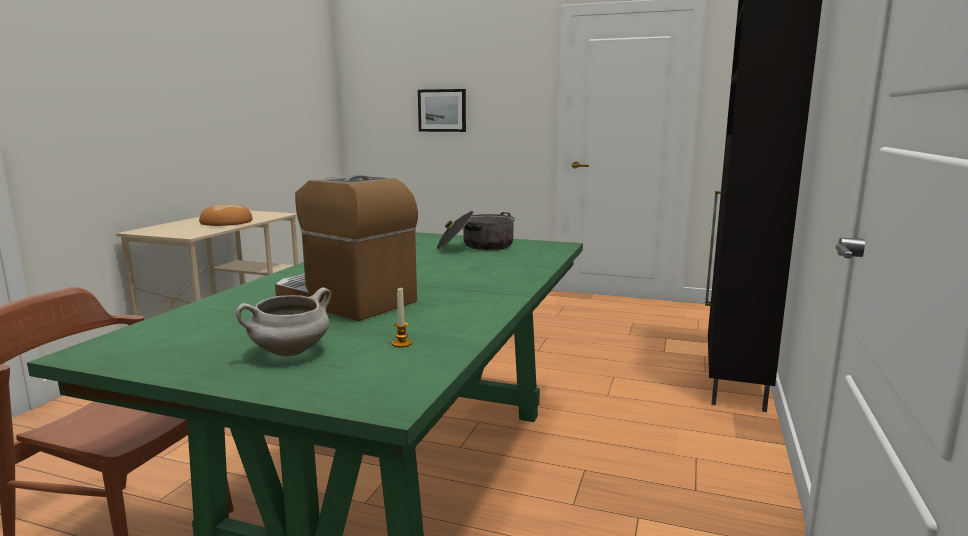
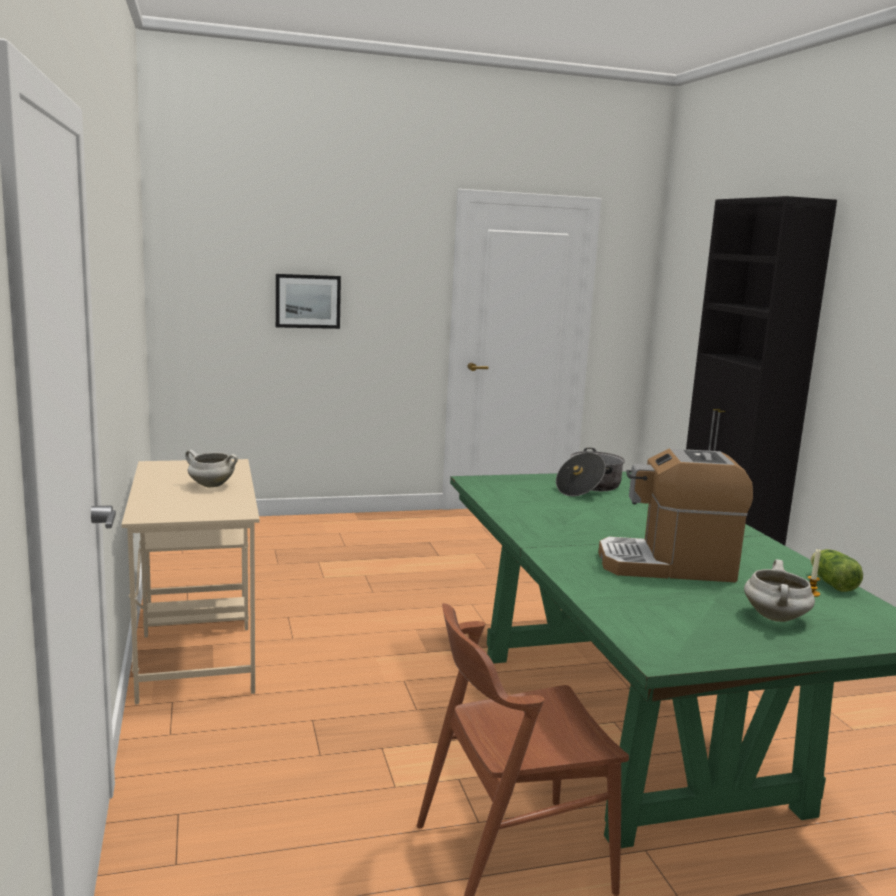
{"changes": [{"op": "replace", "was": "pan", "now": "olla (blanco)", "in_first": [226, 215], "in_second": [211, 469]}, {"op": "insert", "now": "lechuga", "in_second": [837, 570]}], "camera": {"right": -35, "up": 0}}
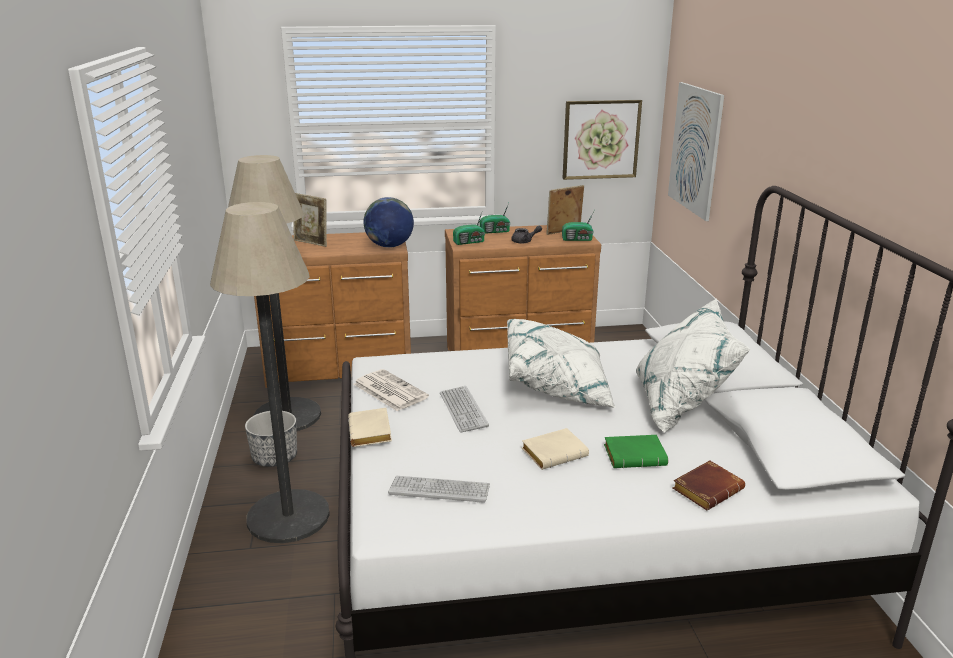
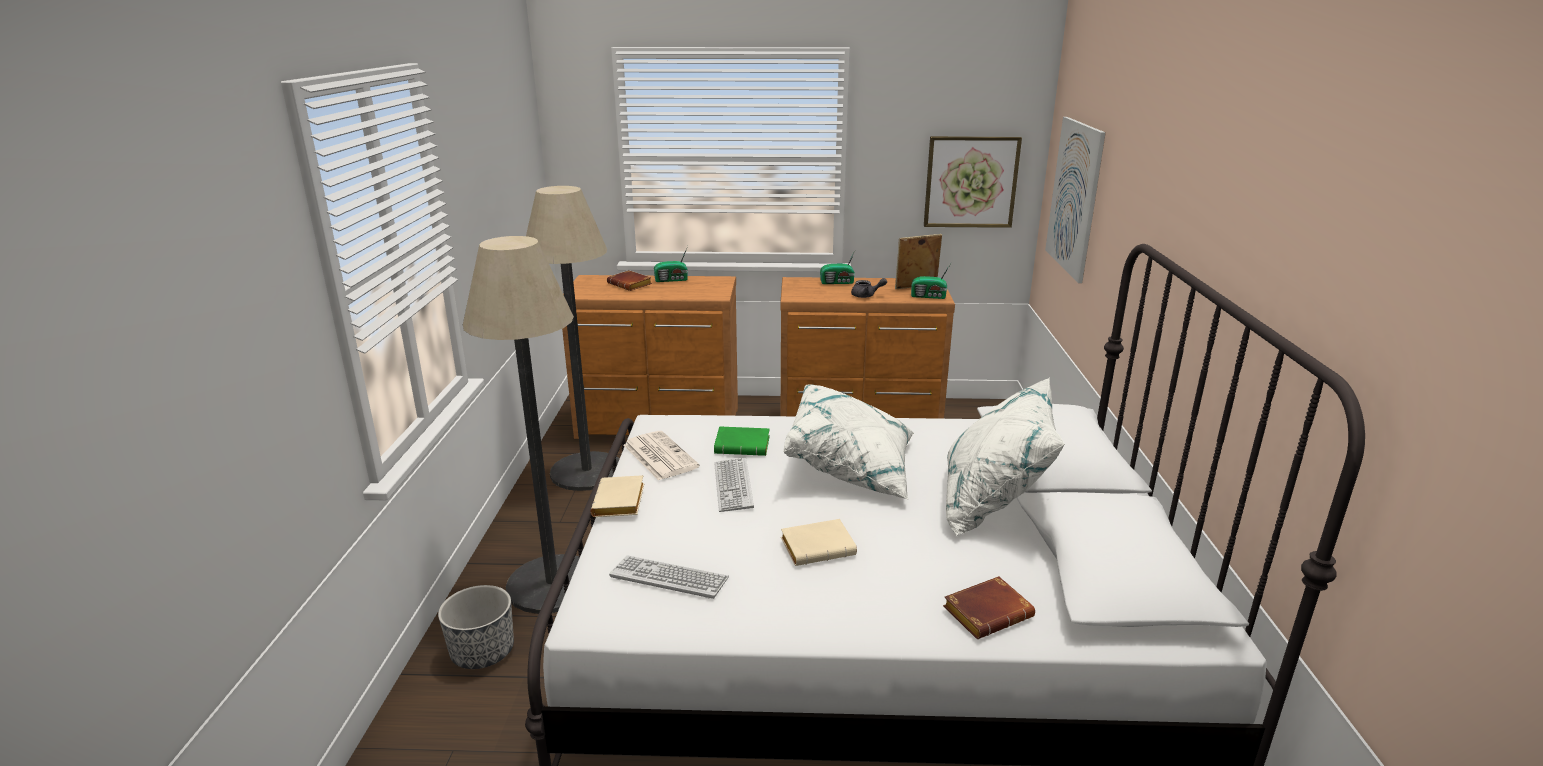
{"changes": [{"op": "move", "was": "maceta", "in_first": [271, 439], "in_second": [476, 627]}, {"op": "replace", "was": "portarretratos", "now": "libro (marrón)", "in_first": [310, 220], "in_second": [629, 280]}, {"op": "move", "was": "radio", "in_first": [469, 227], "in_second": [671, 264]}, {"op": "move", "was": "libro (verde)", "in_first": [636, 451], "in_second": [742, 441]}, {"op": "delete", "was": "globo terráqueo", "in_first": [389, 222]}], "camera": {"right": 10, "up": 0}}
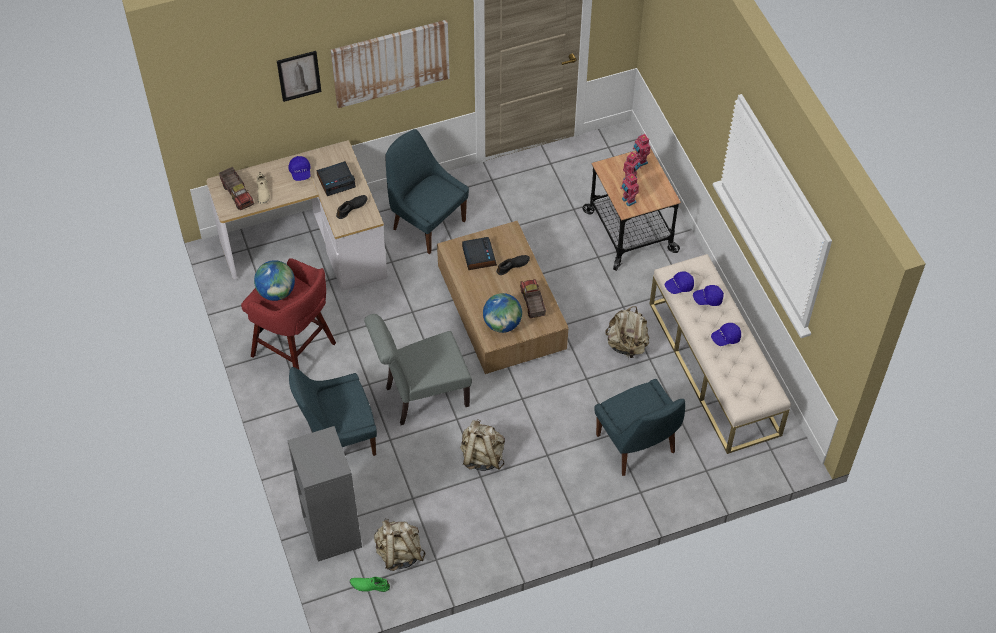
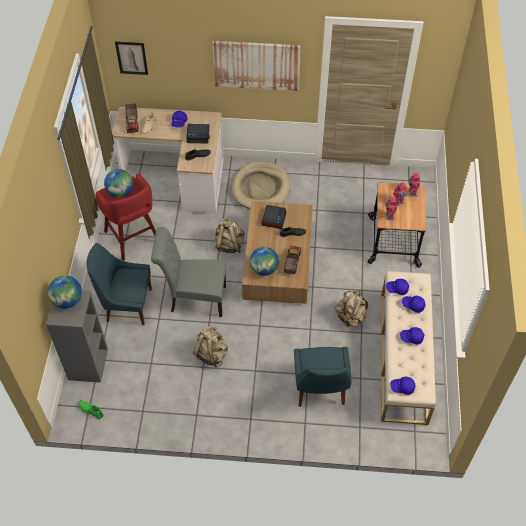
{"changes": [{"op": "insert", "now": "globo terráqueo", "in_second": [65, 291]}, {"op": "move", "was": "cuadro", "in_first": [299, 76], "in_second": [131, 58]}, {"op": "move", "was": "mochila (beis)", "in_first": [400, 545], "in_second": [230, 236]}, {"op": "replace", "was": "silla (azul)", "now": "cama para perro (beis)", "in_first": [427, 191], "in_second": [261, 185]}, {"op": "insert", "now": "gorra (azul)", "in_second": [403, 386]}], "camera": {"right": 25, "up": 0}}
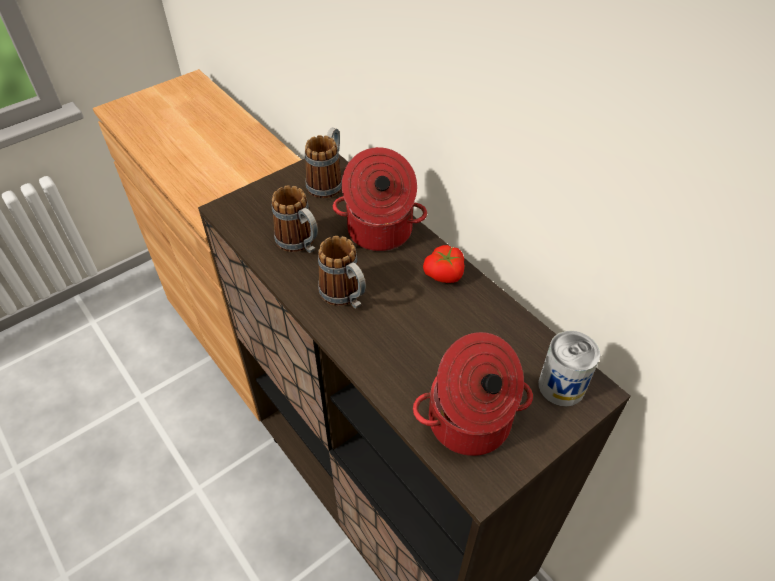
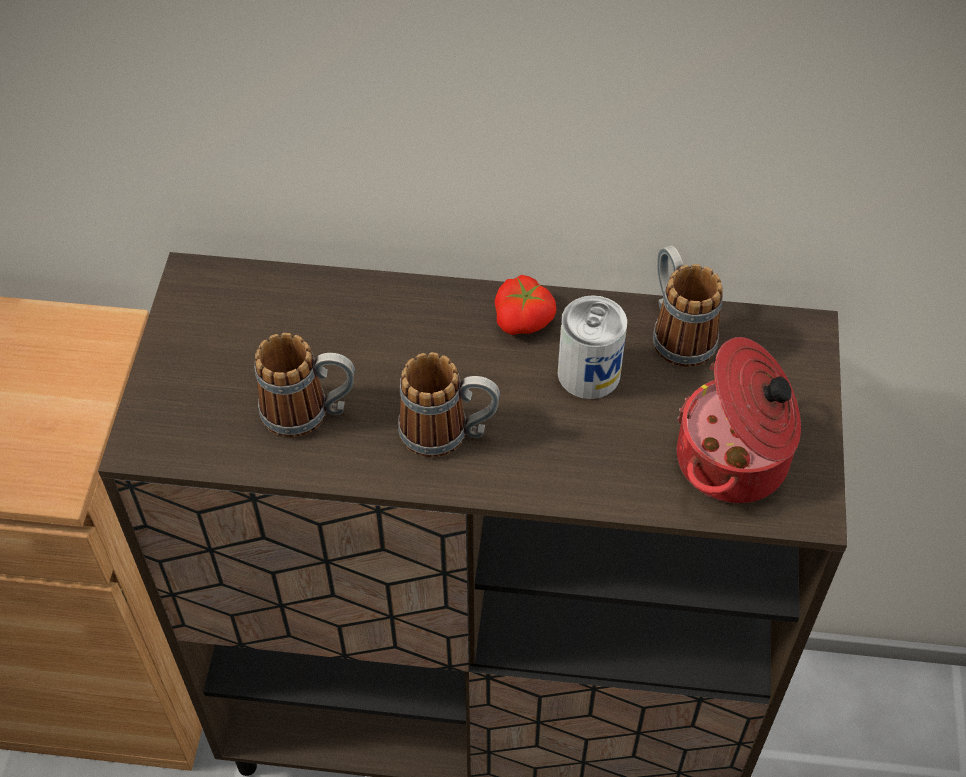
{"changes": [{"op": "move", "was": "lata", "in_first": [569, 369], "in_second": [592, 347]}, {"op": "move", "was": "taza grande", "in_first": [323, 163], "in_second": [688, 306]}, {"op": "delete", "was": "olla", "in_first": [380, 199]}], "camera": {"right": -45, "up": 5}}
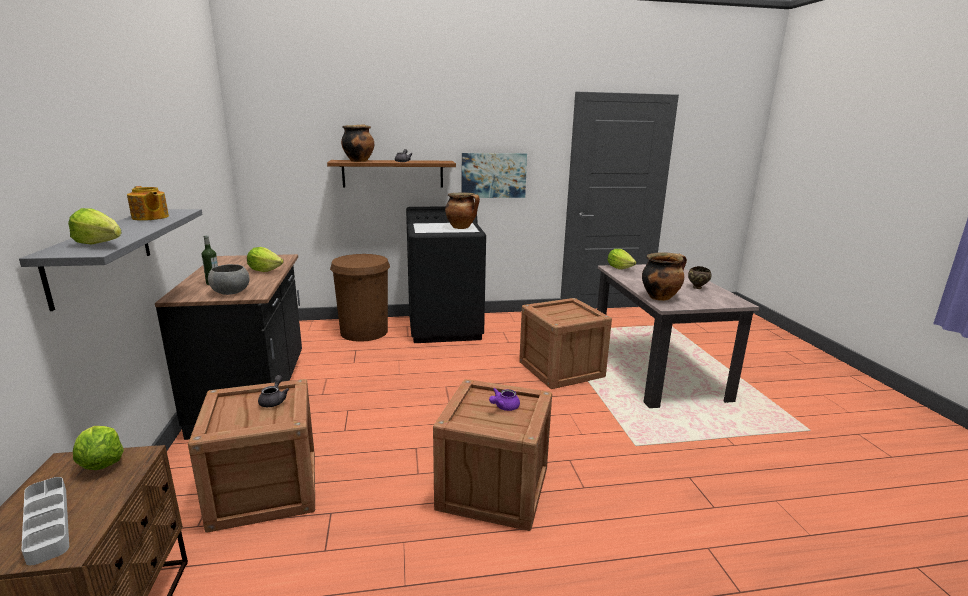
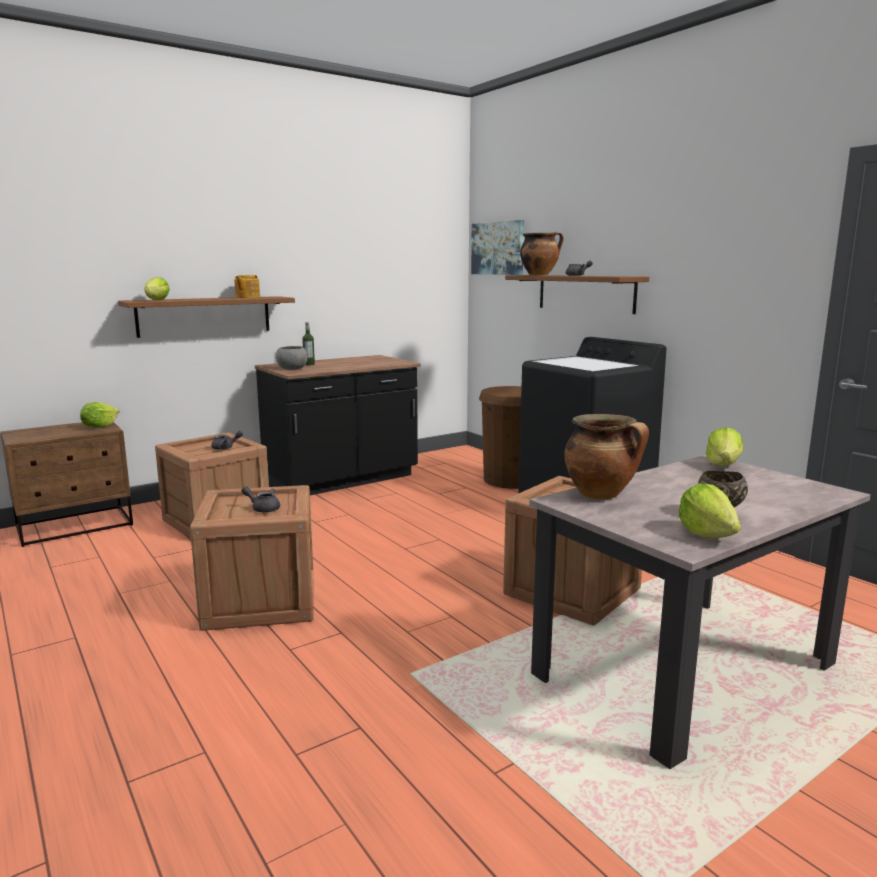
{"changes": [{"op": "recolor", "was": "estante (gris)", "now": "estante (marrón)", "in_first": [111, 260], "in_second": [206, 317]}, {"op": "recolor", "was": "tetera (morado)", "now": "tetera (gris)", "in_first": [504, 399], "in_second": [260, 499]}, {"op": "move", "was": "cuadro", "in_first": [494, 175], "in_second": [497, 247]}, {"op": "move", "was": "lechuga", "in_first": [265, 259], "in_second": [710, 511]}, {"op": "delete", "was": "bandeja (gris)", "in_first": [45, 521]}, {"op": "delete", "was": "olla", "in_first": [462, 211]}], "camera": {"right": 65, "up": -5}}
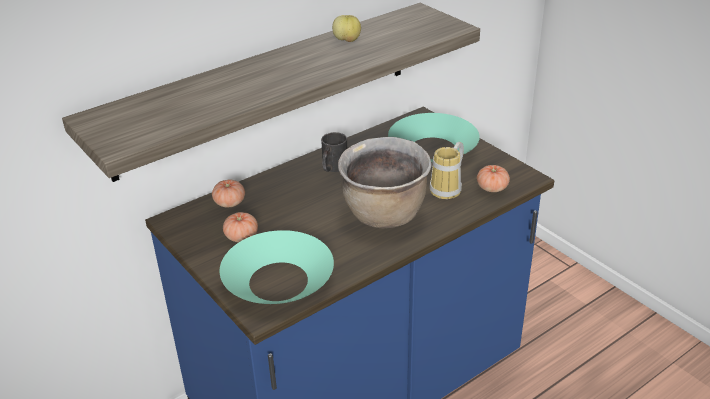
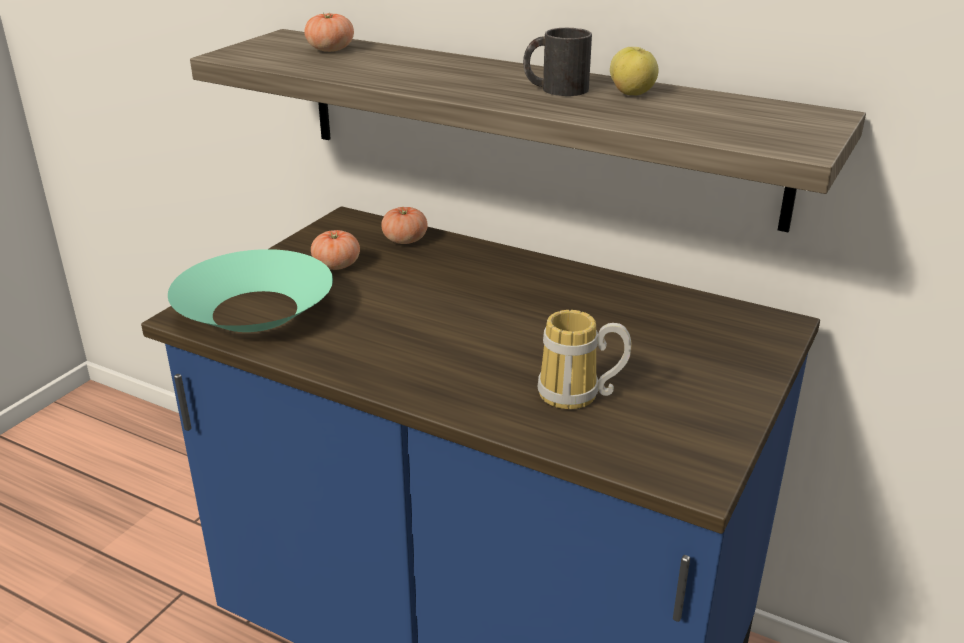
{"changes": [{"op": "move", "was": "tomate", "in_first": [493, 178], "in_second": [329, 32]}, {"op": "move", "was": "taza grande (negro)", "in_first": [334, 152], "in_second": [557, 62]}, {"op": "delete", "was": "olla (marrón)", "in_first": [385, 182]}, {"op": "delete", "was": "cuenco (turquesa)", "in_first": [434, 137]}], "camera": {"right": 65, "up": -5}}
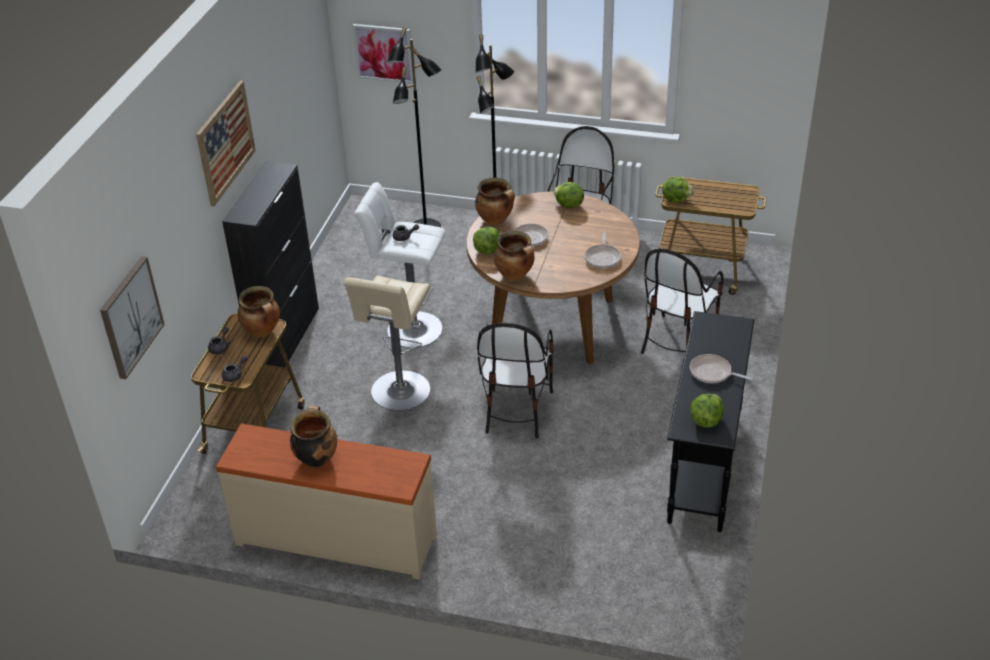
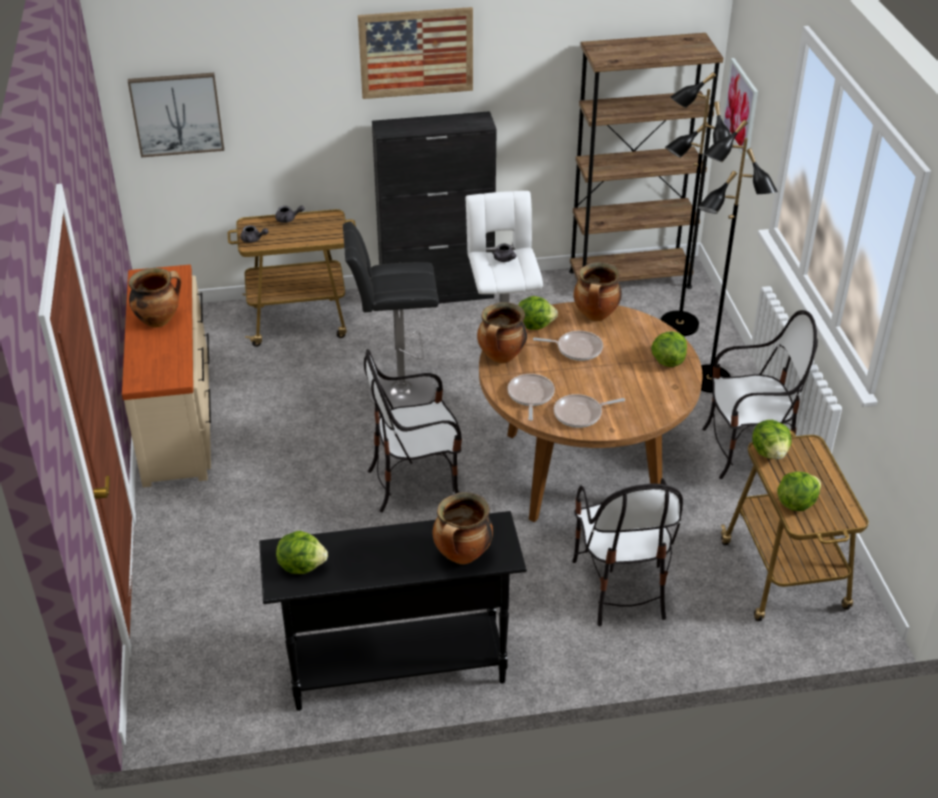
{"changes": [{"op": "recolor", "was": "taburete (beis)", "now": "taburete (negro)", "in_first": [387, 343], "in_second": [391, 315]}, {"op": "move", "was": "olla", "in_first": [259, 311], "in_second": [463, 528]}, {"op": "move", "was": "sartén", "in_first": [721, 368], "in_second": [531, 397]}, {"op": "insert", "now": "estantería (marrón)", "in_second": [646, 161]}, {"op": "rotate", "was": "silla", "in_first": [682, 301], "in_second": [627, 552], "clockwise": -105}, {"op": "insert", "now": "lechuga", "in_second": [799, 491]}], "camera": {"right": 65, "up": 0}}
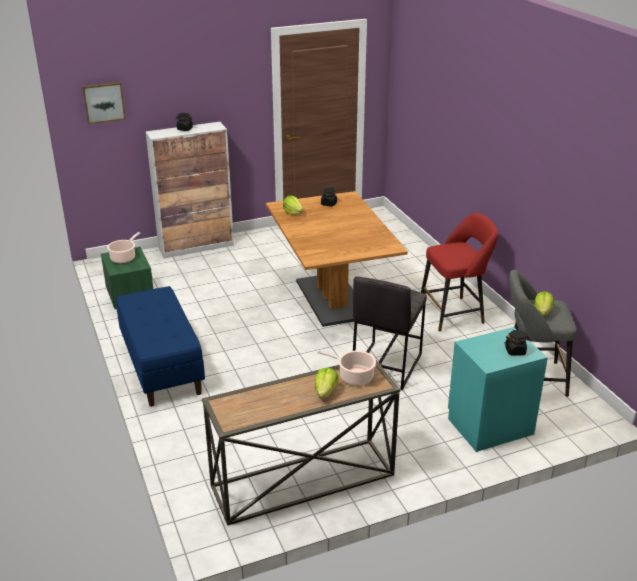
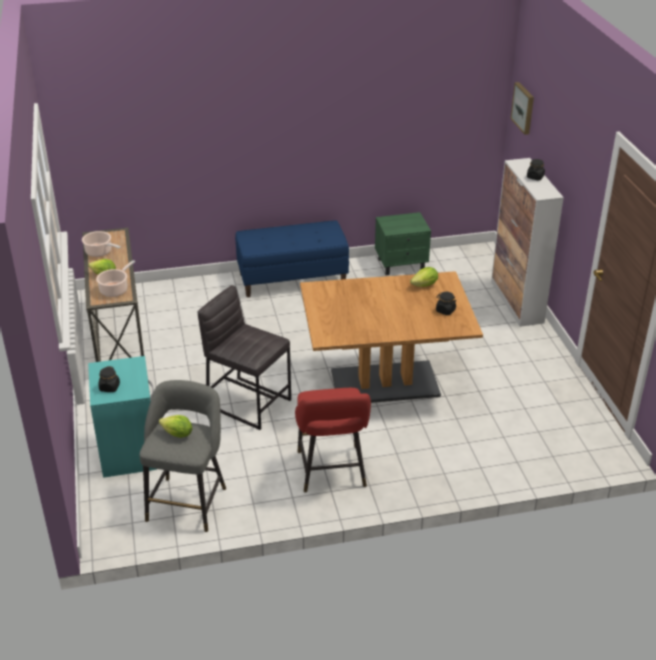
{"changes": [{"op": "move", "was": "olla", "in_first": [124, 247], "in_second": [101, 244]}], "camera": {"right": 100, "up": 5}}
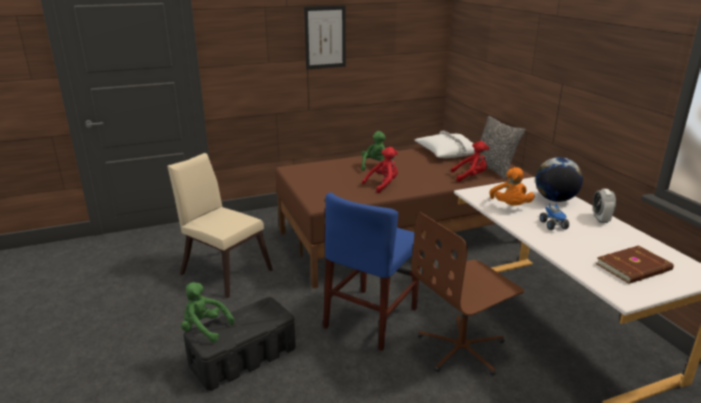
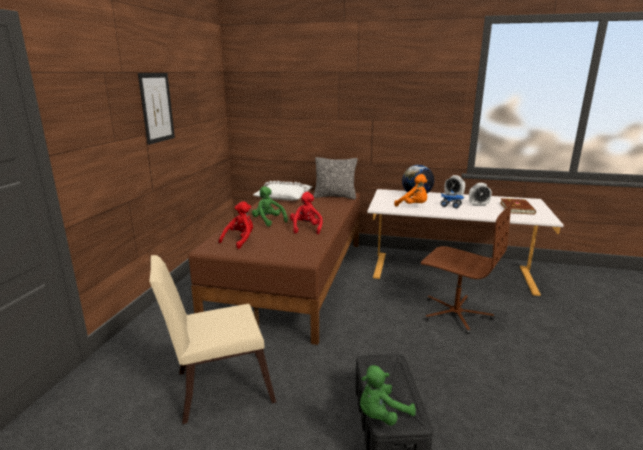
{"changes": [{"op": "move", "was": "peluche (rojo)", "in_first": [470, 161], "in_second": [236, 225]}, {"op": "rotate", "was": "silla de oficina (marrón)", "in_first": [467, 294], "in_second": [467, 268], "clockwise": -60}, {"op": "insert", "now": "despertador", "in_second": [480, 194]}, {"op": "delete", "was": "silla (azul)", "in_first": [372, 271]}], "camera": {"right": -55, "up": -5}}
